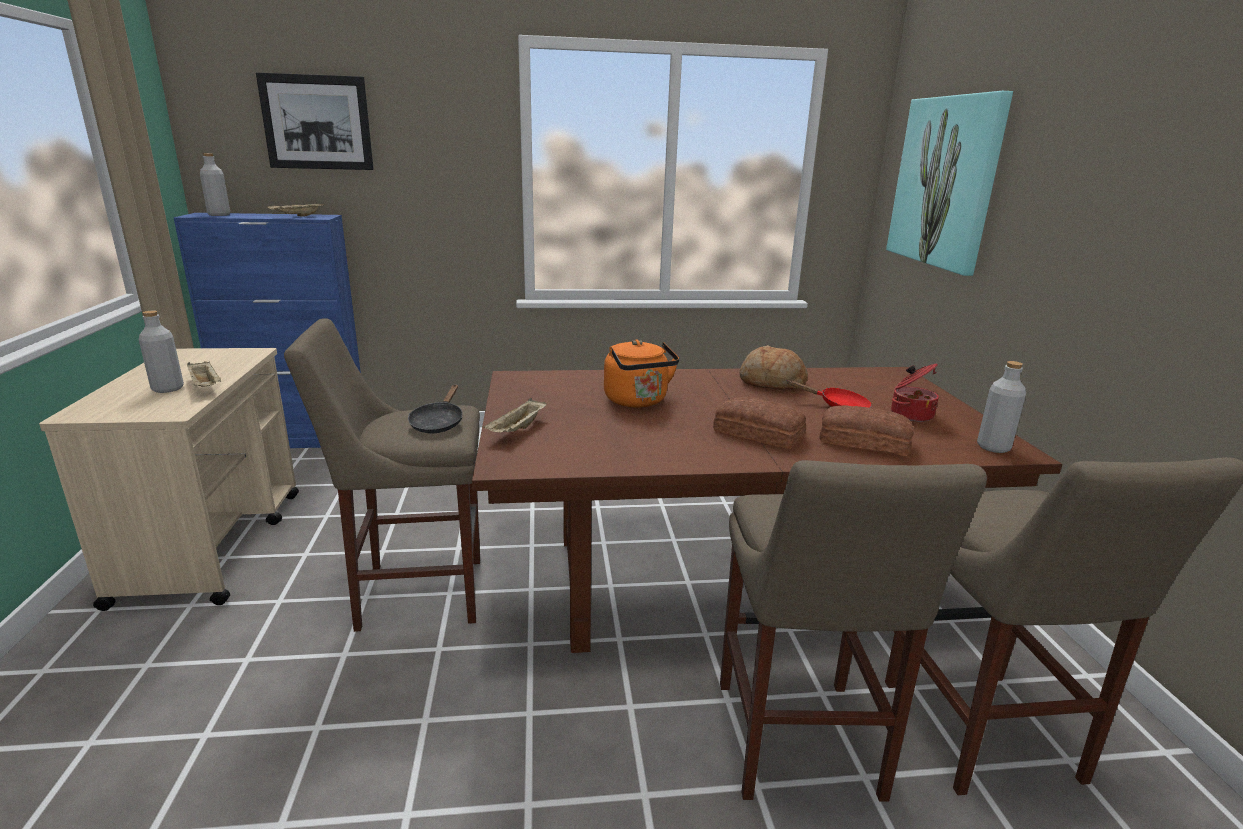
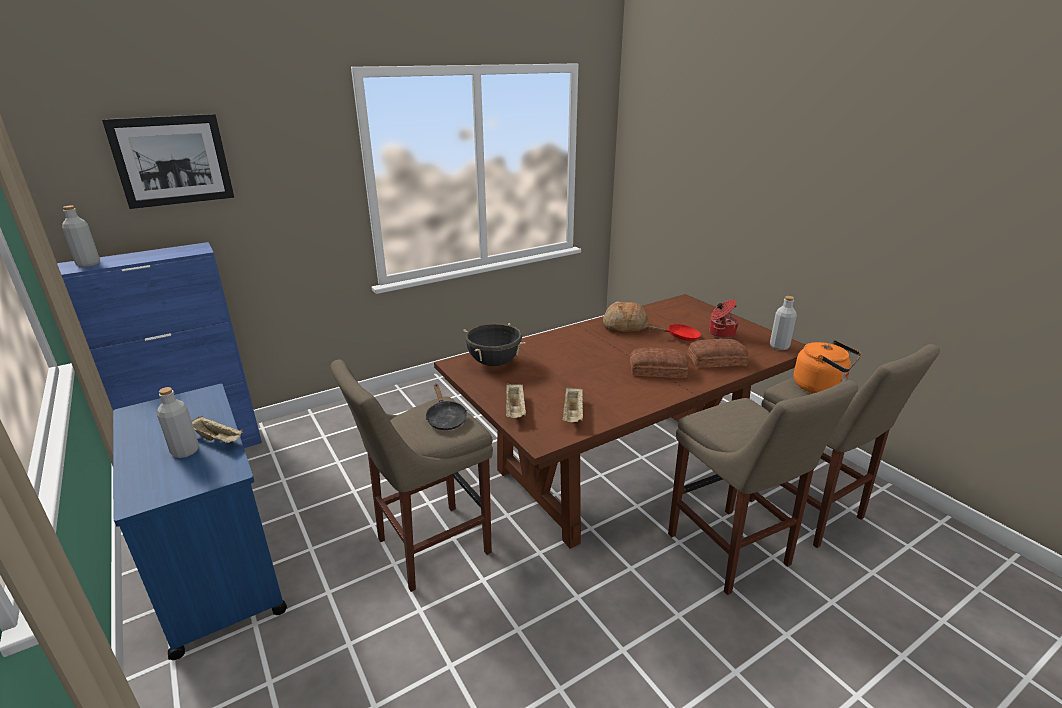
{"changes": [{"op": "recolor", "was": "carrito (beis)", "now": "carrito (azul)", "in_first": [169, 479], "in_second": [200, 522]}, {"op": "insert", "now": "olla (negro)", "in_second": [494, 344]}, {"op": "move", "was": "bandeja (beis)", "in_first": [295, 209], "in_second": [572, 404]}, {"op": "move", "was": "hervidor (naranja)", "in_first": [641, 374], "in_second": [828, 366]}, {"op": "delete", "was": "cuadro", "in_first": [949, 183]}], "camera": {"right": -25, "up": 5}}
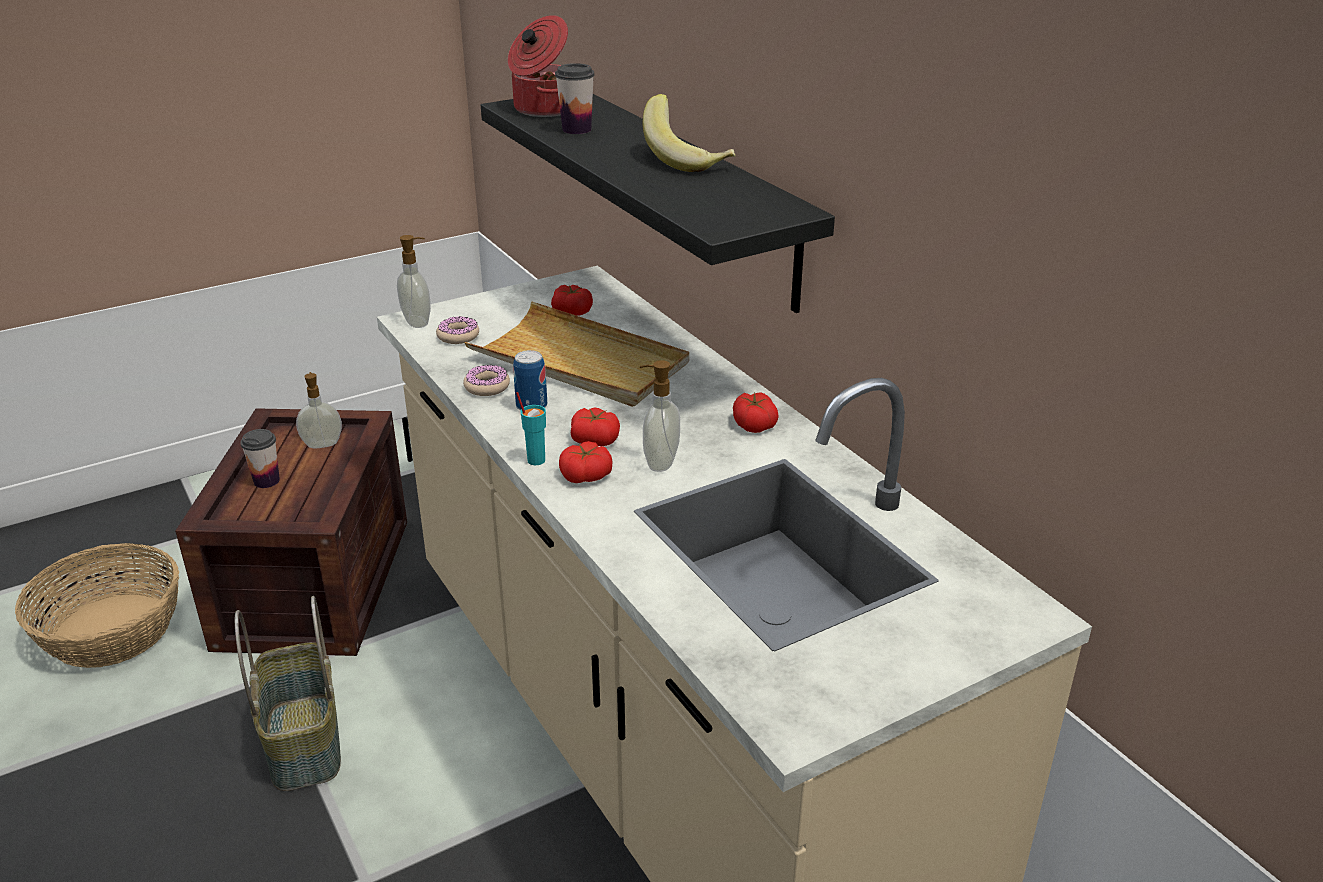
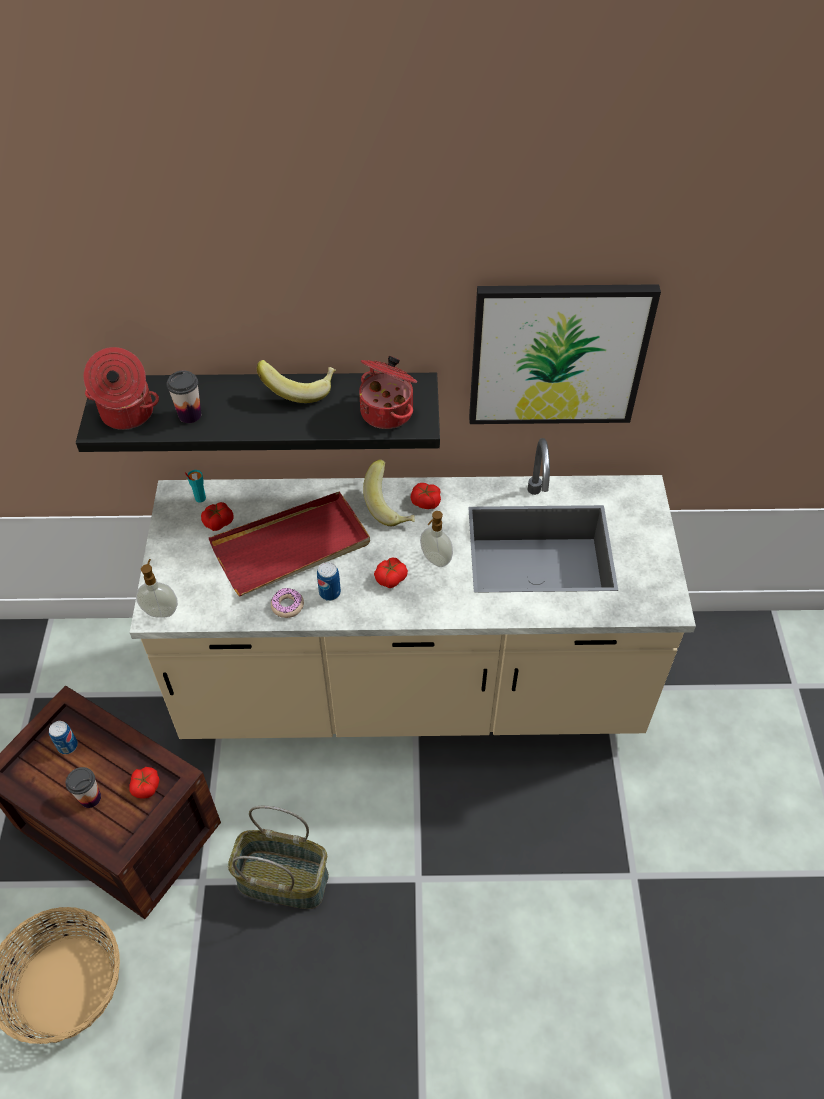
{"changes": [{"op": "replace", "was": "dispensador de jabón", "now": "lata", "in_first": [319, 410], "in_second": [63, 737]}, {"op": "move", "was": "tomate", "in_first": [586, 462], "in_second": [144, 783]}, {"op": "move", "was": "taza (turquesa)", "in_first": [531, 428], "in_second": [195, 486]}, {"op": "recolor", "was": "bandeja (beis)", "now": "bandeja (rojo)", "in_first": [577, 354], "in_second": [289, 544]}, {"op": "insert", "now": "olla", "in_second": [388, 392]}, {"op": "insert", "now": "plátano", "in_second": [389, 492]}, {"op": "insert", "now": "cuadro", "in_second": [565, 354]}, {"op": "delete", "was": "rosquilla", "in_first": [457, 330]}], "camera": {"right": -60, "up": 20}}
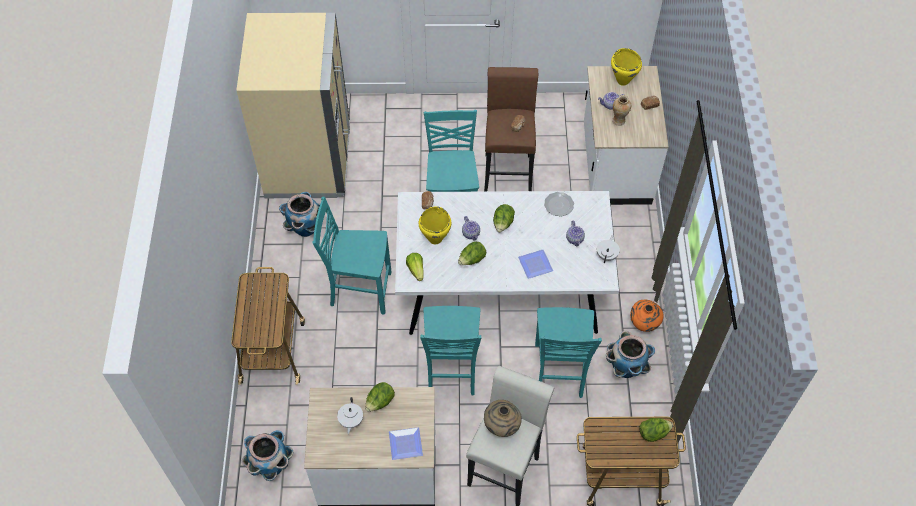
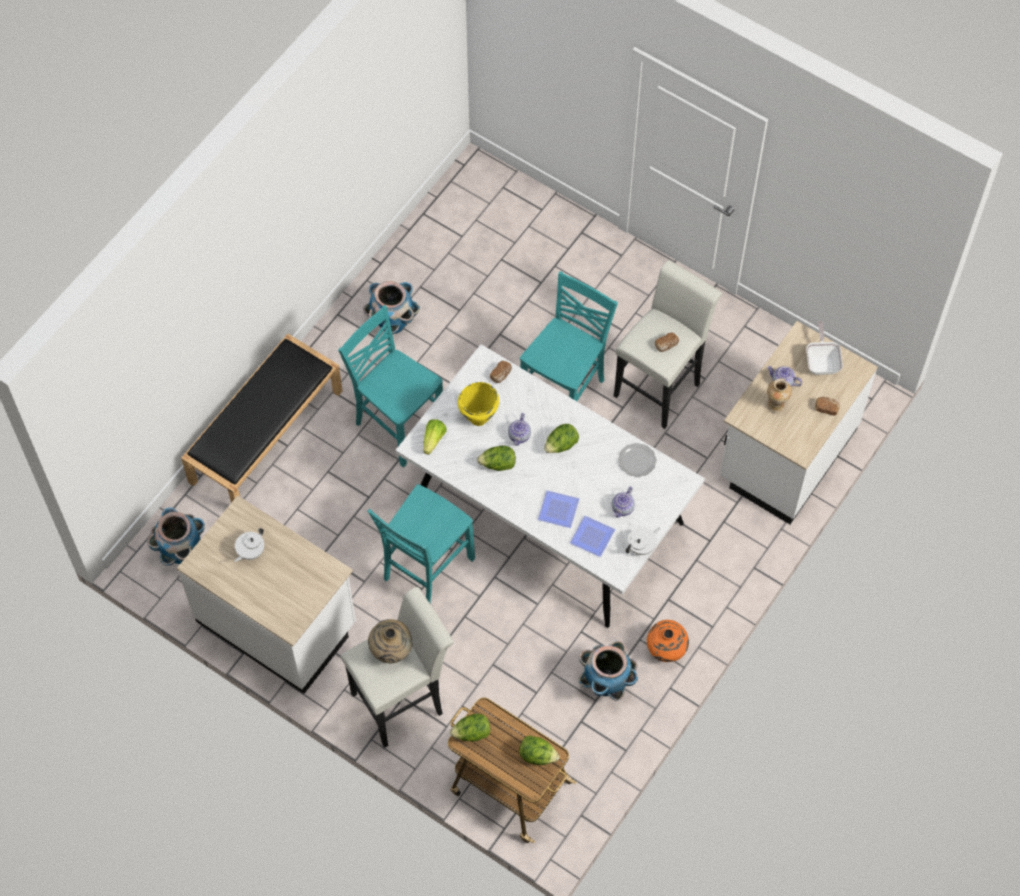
{"changes": [{"op": "replace", "was": "carrito", "now": "banco (negro)", "in_first": [268, 326], "in_second": [262, 418]}, {"op": "move", "was": "lechuga", "in_first": [380, 397], "in_second": [470, 727]}, {"op": "move", "was": "plato", "in_first": [406, 443], "in_second": [592, 536]}, {"op": "recolor", "was": "taburete (marrón)", "now": "taburete (blanco)", "in_first": [511, 129], "in_second": [668, 344]}, {"op": "replace", "was": "olla (amarillo)", "now": "sartén", "in_first": [626, 67], "in_second": [824, 348]}, {"op": "delete", "was": "nevera (beis)", "in_first": [293, 105]}, {"op": "delete", "was": "silla (turquesa)", "in_first": [568, 352]}], "camera": {"right": 35, "up": 5}}
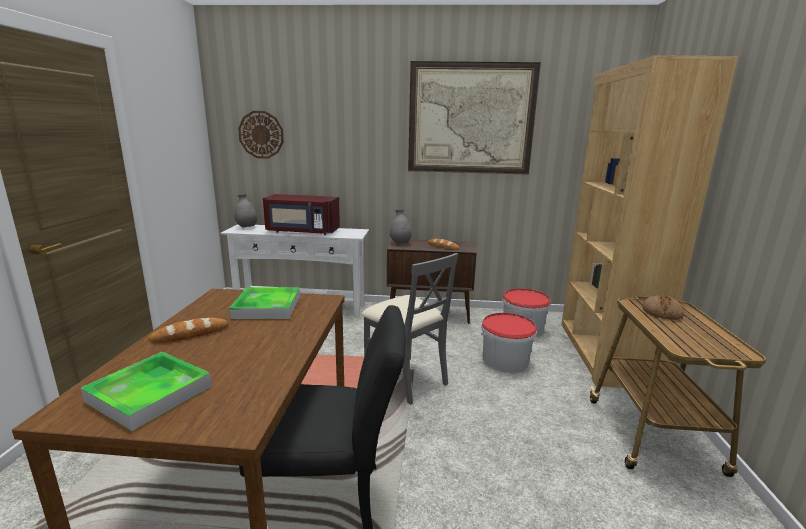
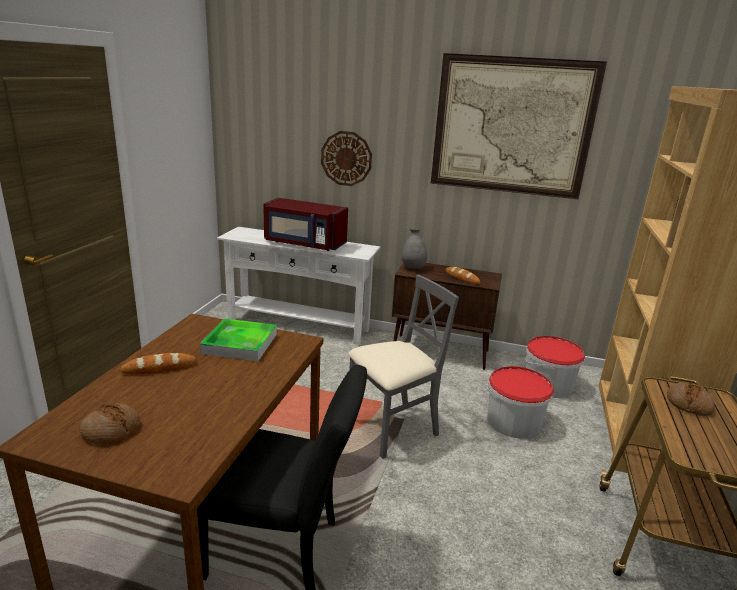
{"changes": [{"op": "replace", "was": "bandeja", "now": "pan", "in_first": [146, 391], "in_second": [109, 423]}, {"op": "move", "was": "reloj de pared", "in_first": [261, 135], "in_second": [346, 158]}, {"op": "rotate", "was": "silla (gris)", "in_first": [409, 329], "in_second": [403, 367], "clockwise": -90}, {"op": "delete", "was": "florero (gris)", "in_first": [245, 210]}], "camera": {"right": 10, "up": 5}}
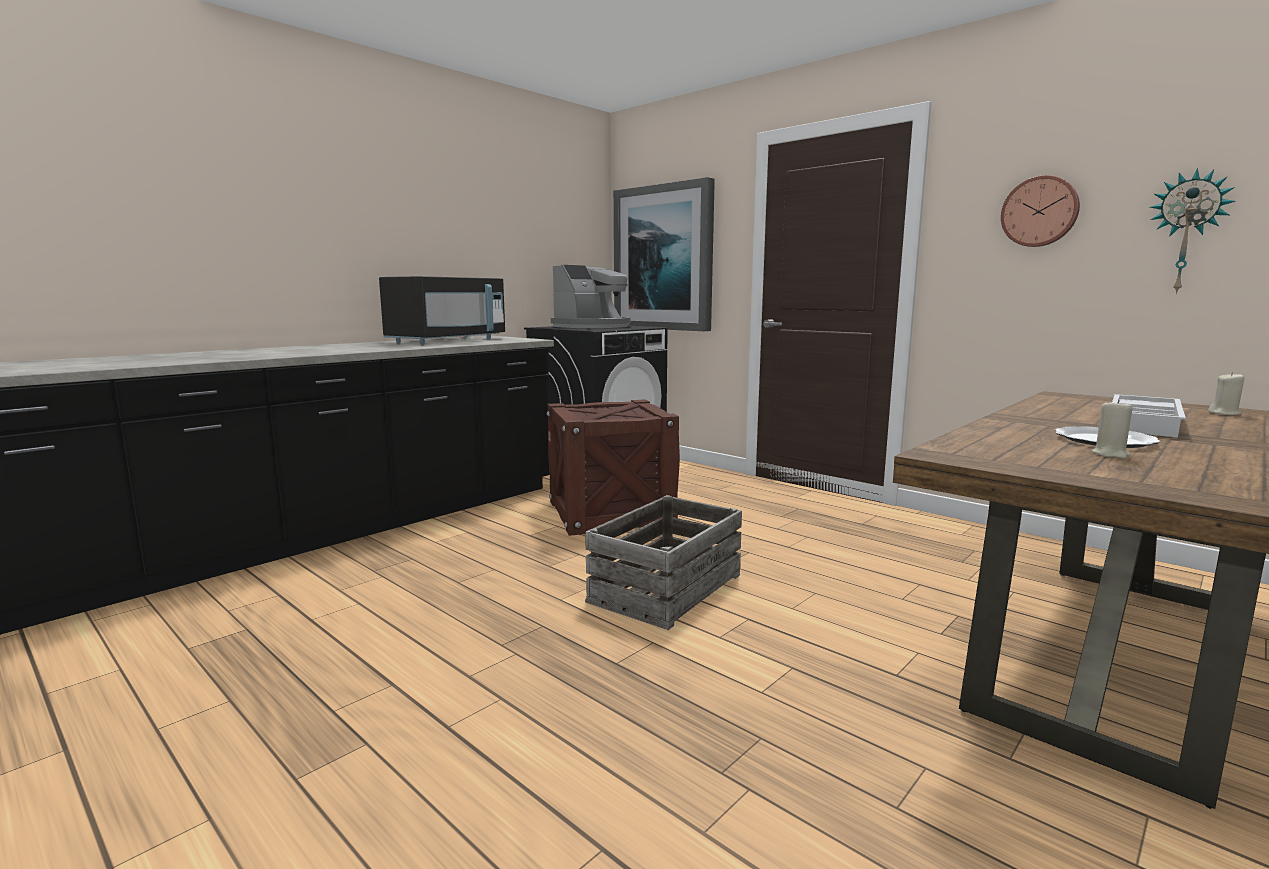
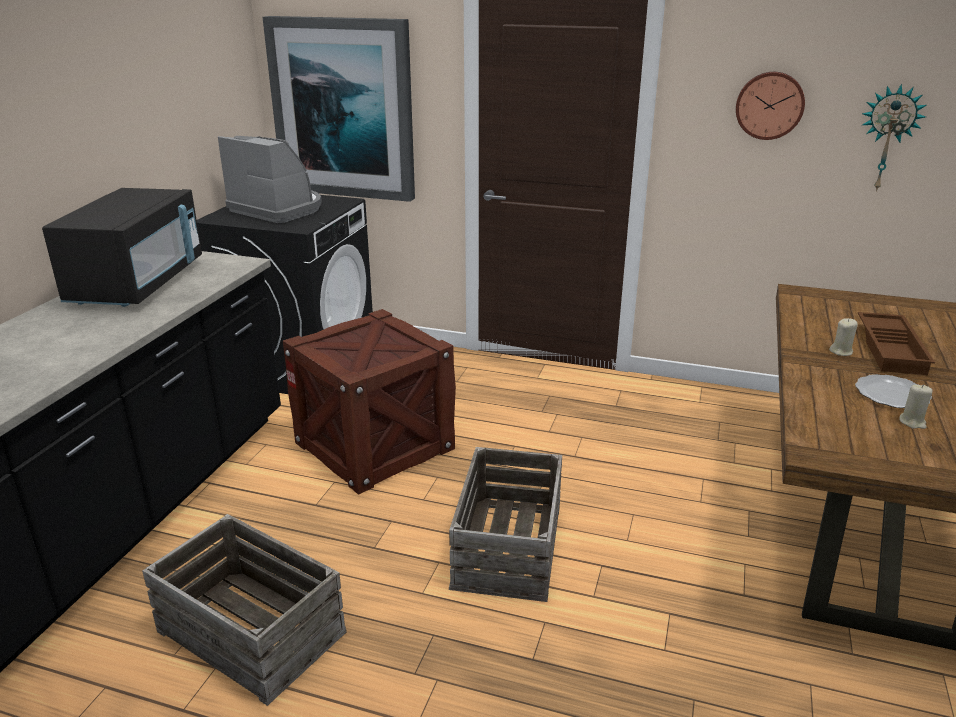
{"changes": [{"op": "insert", "now": "caja de embalaje", "in_second": [244, 610]}, {"op": "rotate", "was": "cafetera", "in_first": [591, 296], "in_second": [270, 179], "clockwise": -75}, {"op": "move", "was": "vela (beis)", "in_first": [1226, 393], "in_second": [843, 337]}, {"op": "recolor", "was": "bandeja (blanco)", "now": "bandeja (marrón)", "in_first": [1149, 415], "in_second": [896, 343]}], "camera": {"right": -25, "up": 15}}
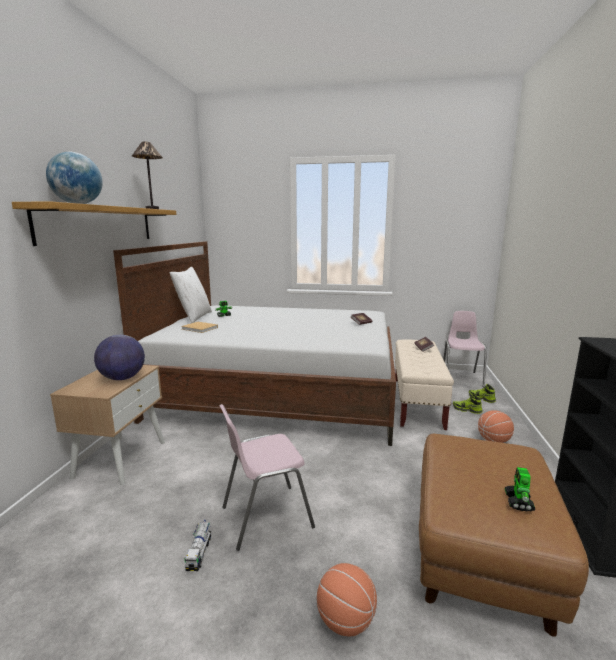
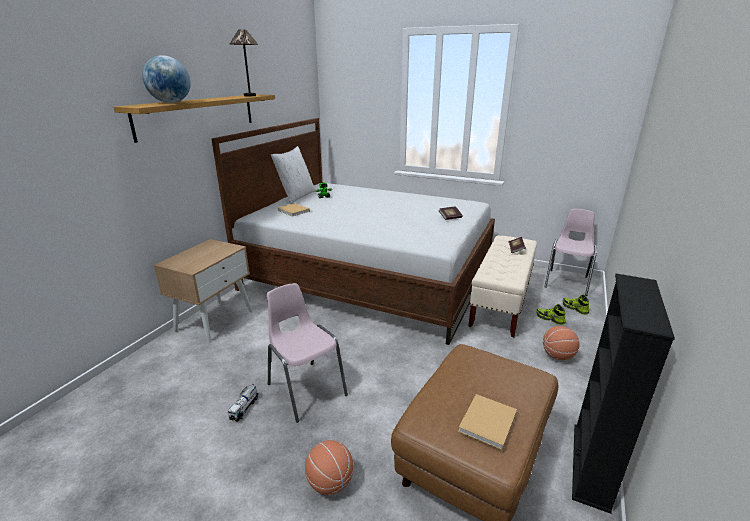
{"changes": [{"op": "rotate", "was": "silla (rosa)", "in_first": [267, 477], "in_second": [307, 353], "clockwise": 60}, {"op": "replace", "was": "robot de juguete", "now": "libro (beis)", "in_first": [519, 489], "in_second": [487, 422]}, {"op": "delete", "was": "globo terráqueo", "in_first": [119, 357]}], "camera": {"right": 15, "up": 10}}
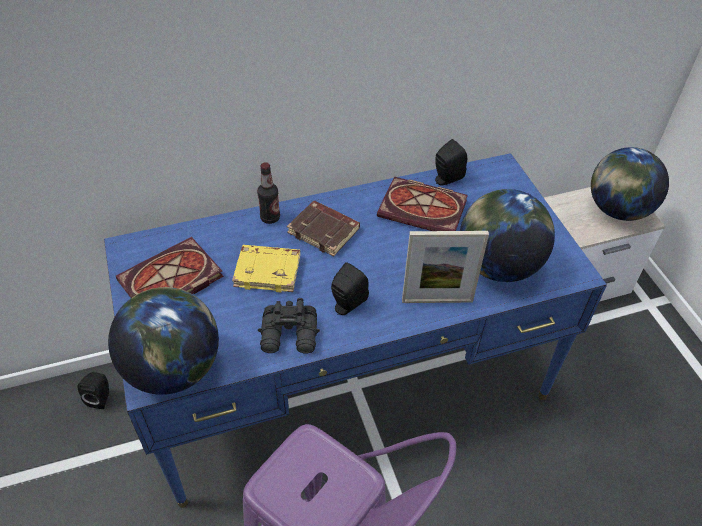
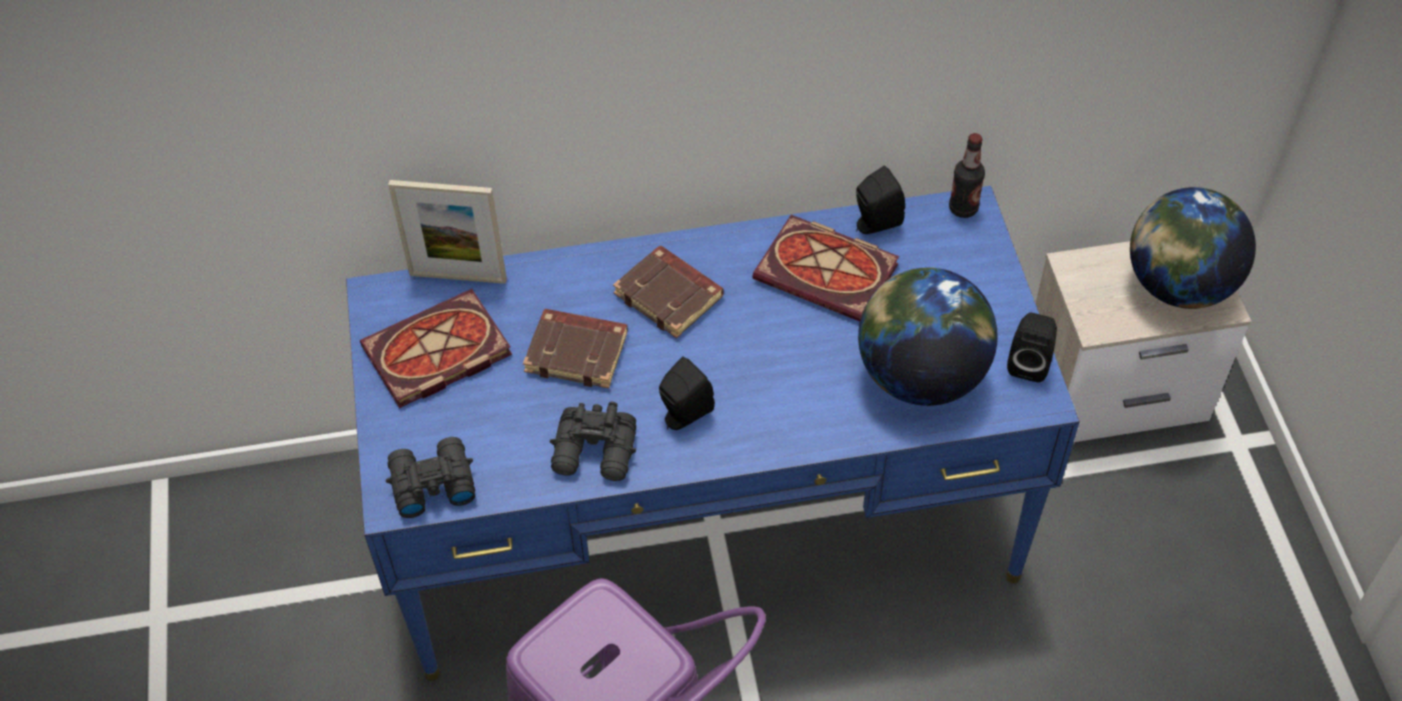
{"changes": [{"op": "replace", "was": "globo terráqueo", "now": "prismáticos (negro)", "in_first": [163, 341], "in_second": [430, 477]}, {"op": "move", "was": "portarretratos", "in_first": [445, 267], "in_second": [447, 232]}, {"op": "recolor", "was": "libro (amarillo)", "now": "libro (marrón)", "in_first": [266, 268], "in_second": [575, 348]}, {"op": "move", "was": "botella", "in_first": [268, 193], "in_second": [967, 175]}, {"op": "move", "was": "altavoz (negro)", "in_first": [93, 390], "in_second": [1032, 347]}], "camera": {"right": 10, "up": 5}}
